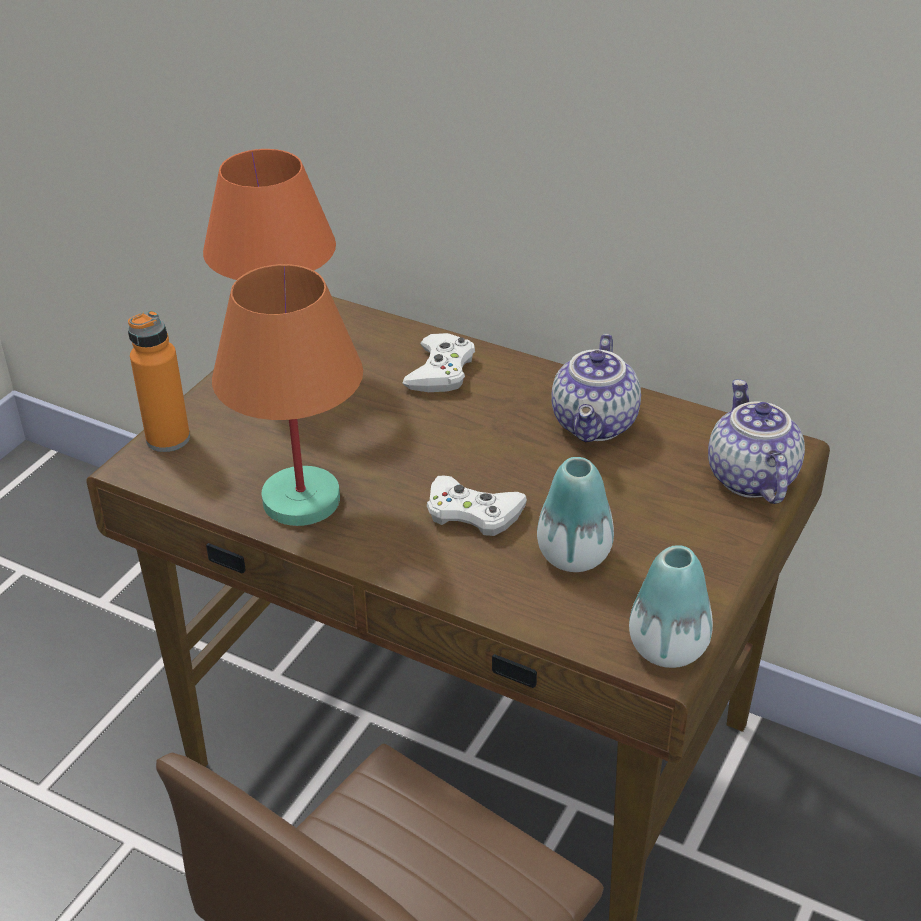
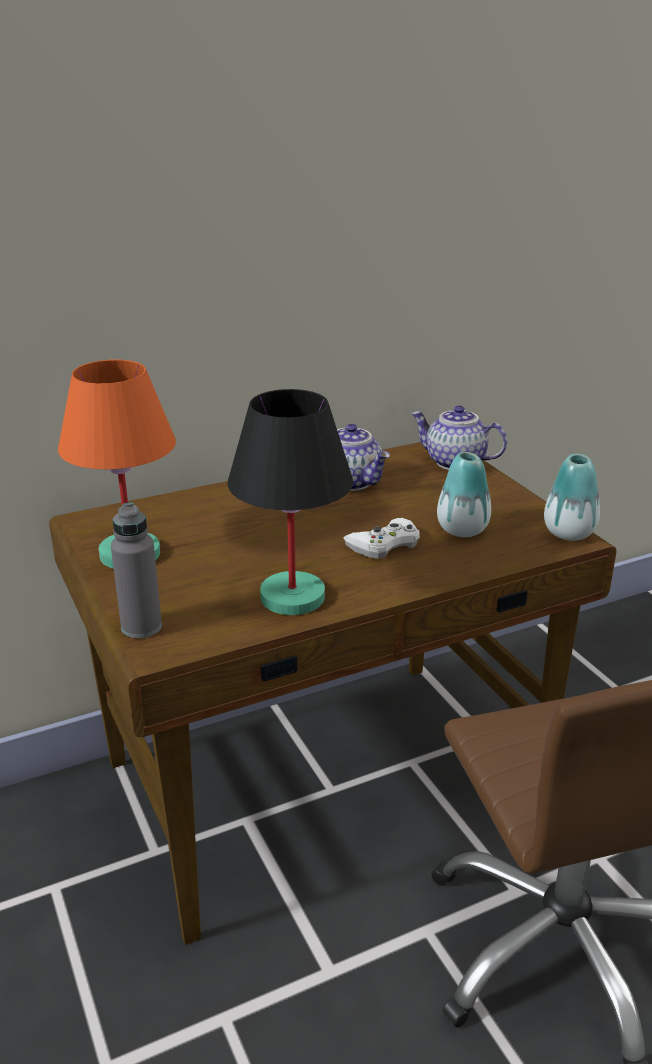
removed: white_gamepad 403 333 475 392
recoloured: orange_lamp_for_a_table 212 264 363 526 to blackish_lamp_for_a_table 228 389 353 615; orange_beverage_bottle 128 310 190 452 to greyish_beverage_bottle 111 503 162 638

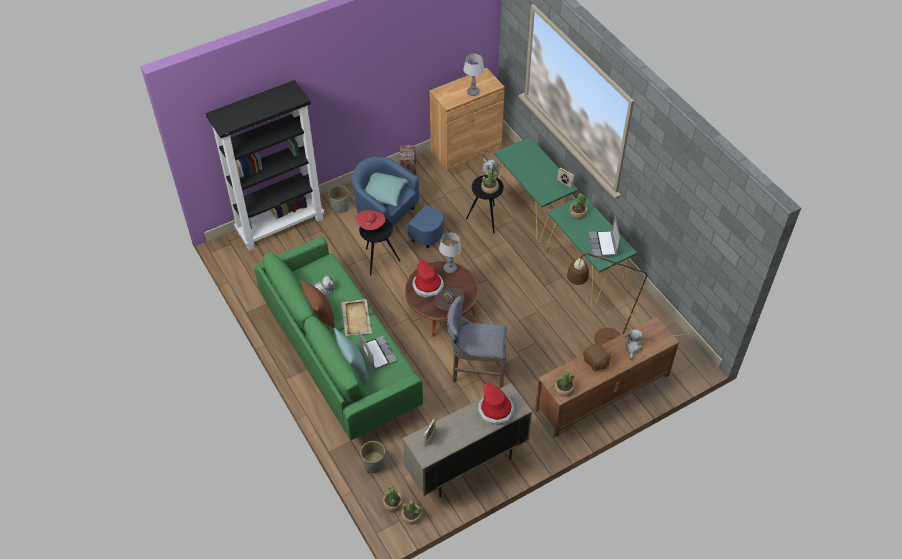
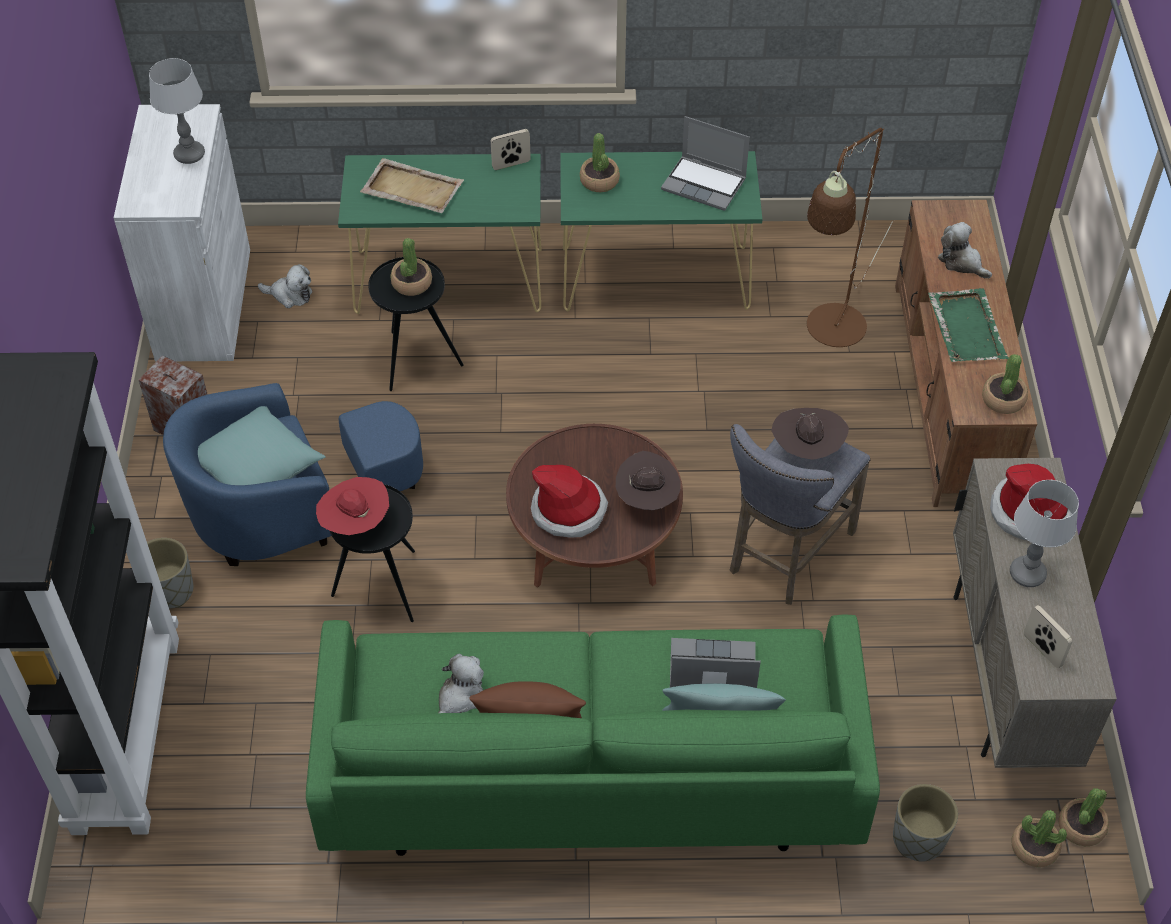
added: brown-coloured_hat 772 408 849 460
moved: lamp_for_a_table 439 233 462 274 to 1010 480 1079 587; beige_carrying_tray 341 299 372 336 to 360 158 464 213
replaced: brown-coloured_plush_toy 583 343 611 371 to green-coloured_carrying_tray 928 288 1009 362
recoloured: brown-coloured_cupboard 430 68 505 170 to white_cupboard 114 104 250 362

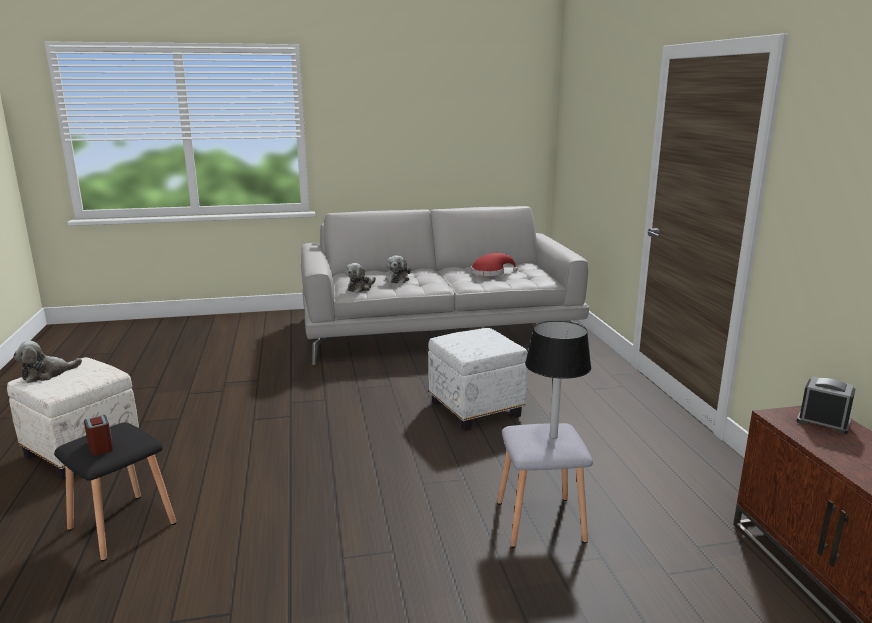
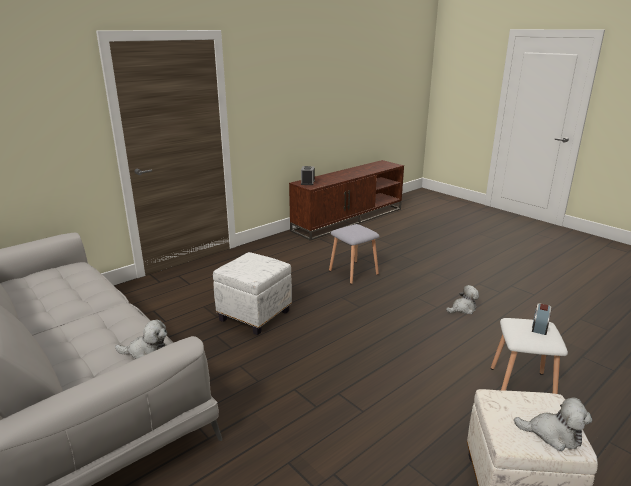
removed: reddish_hat 471 253 518 276; blackish_lamp_for_a_table 525 321 591 439
moved: plush_toy 385 255 411 283 to 446 285 479 314
recoloured: blackish_stool 54 422 176 561 to white_stool 491 318 568 394

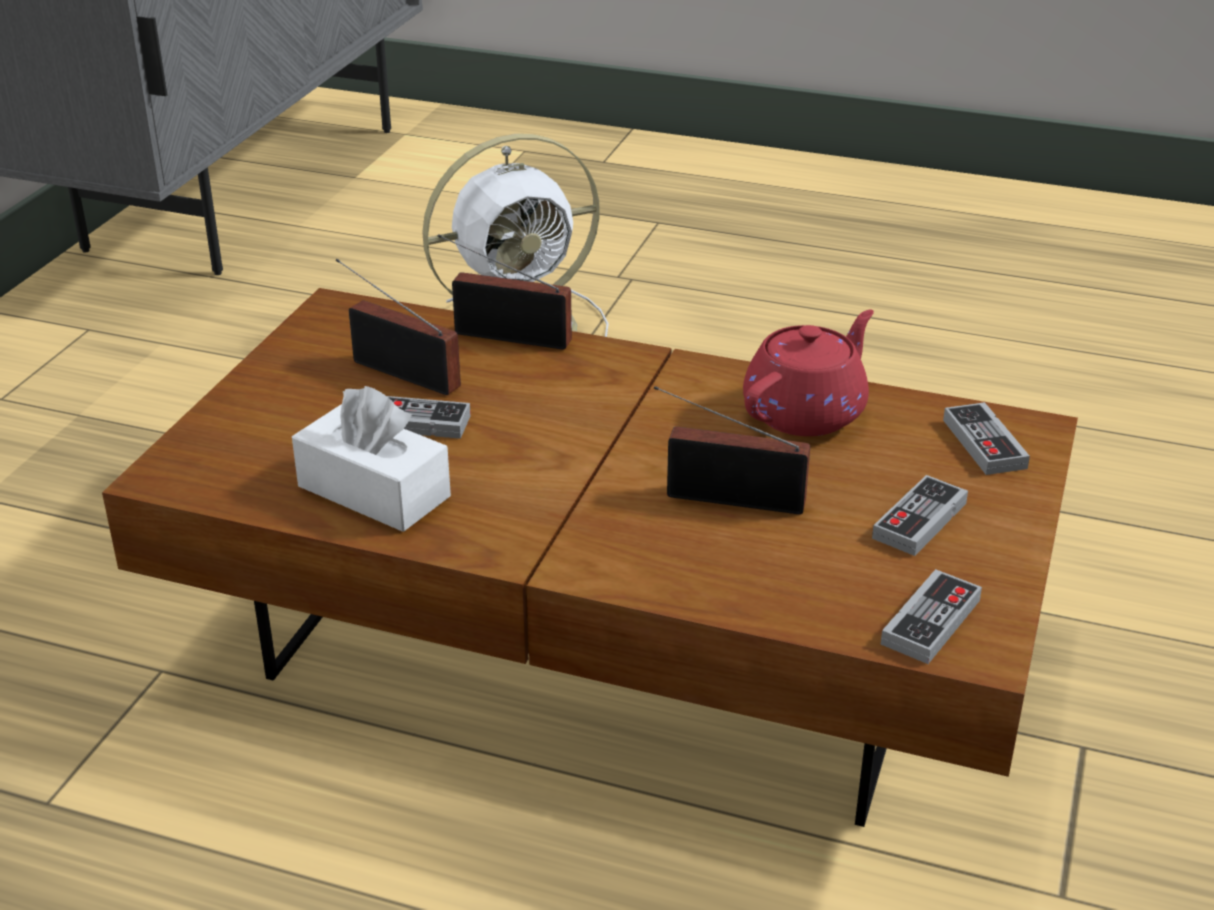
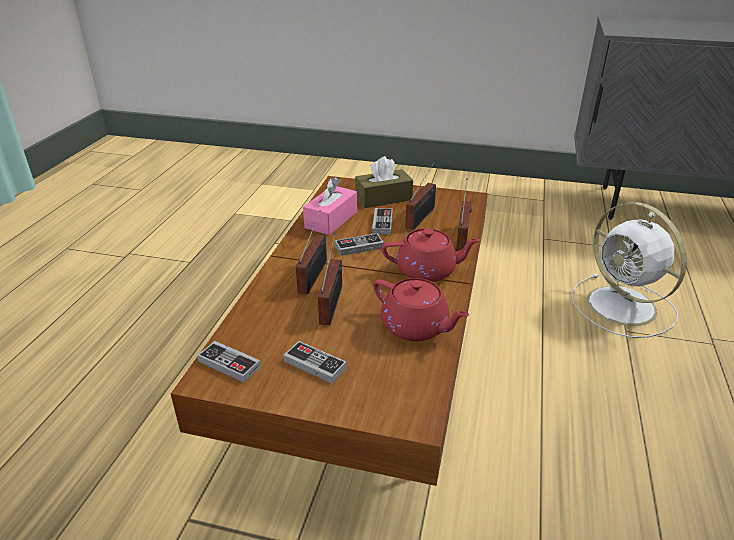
added: brown-coloured_box_of_tissues 355 156 413 208; radio 296 210 327 295; reddish_teapot 382 228 481 282
moved: gamepad 943 402 1030 475 to 335 233 384 256
recoloured: white_box_of_tissues 292 386 451 532 to pink-coloured_box_of_tissues 303 177 357 235

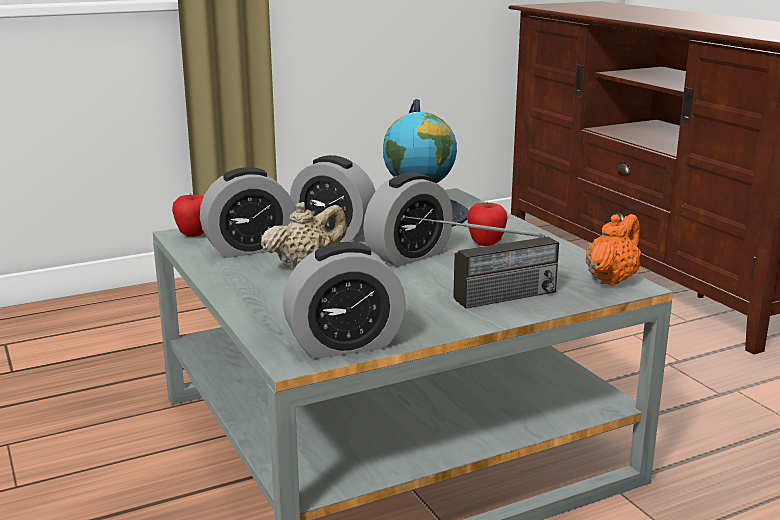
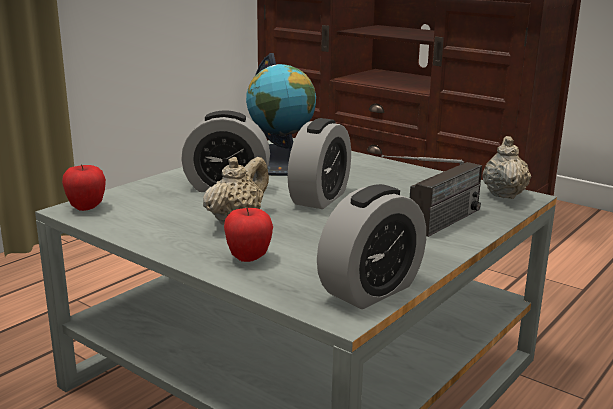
removed: table_clock 200 167 295 258
moved: apple 467 202 508 246 to 224 208 273 262
recoloured: orange_teapot 586 214 641 286 to beige_teapot 482 136 531 199

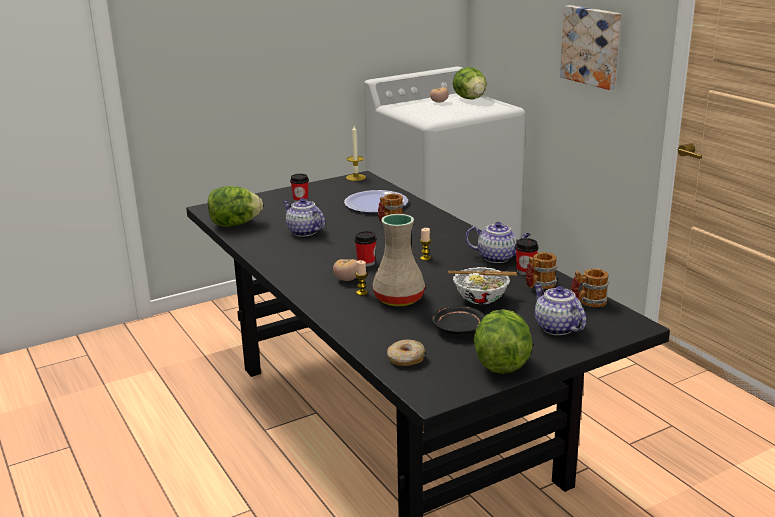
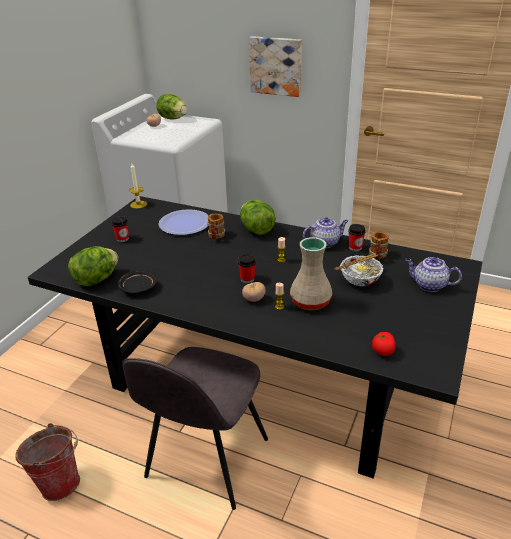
removed: teapot 283 198 325 237; tea_mug 571 268 609 307
added: greyish_upright_chair 122 347 268 510; water_bucket 15 423 80 501
moved: blackish_flat_dish 432 306 485 334 to 118 270 157 294; lettuce_head 473 309 533 374 to 240 200 276 235
replaced: doughnut 387 340 425 366 to whole_tomato 372 332 396 356

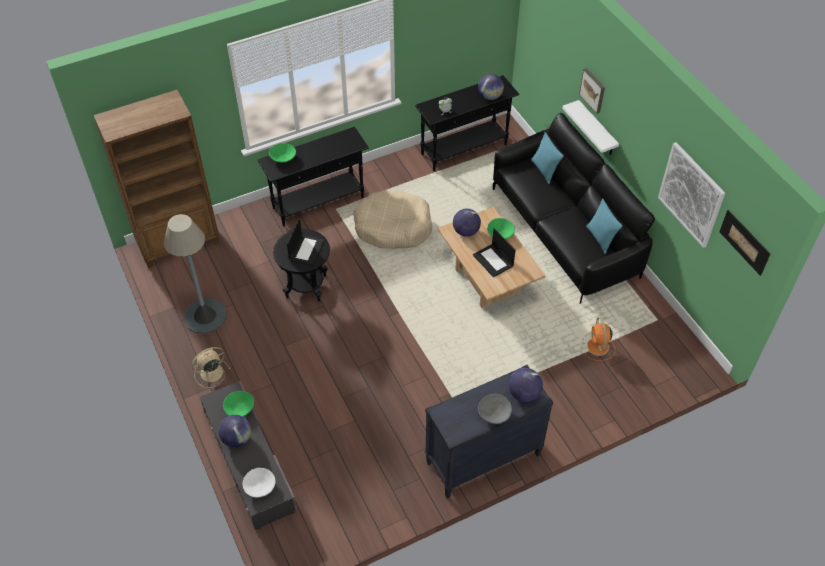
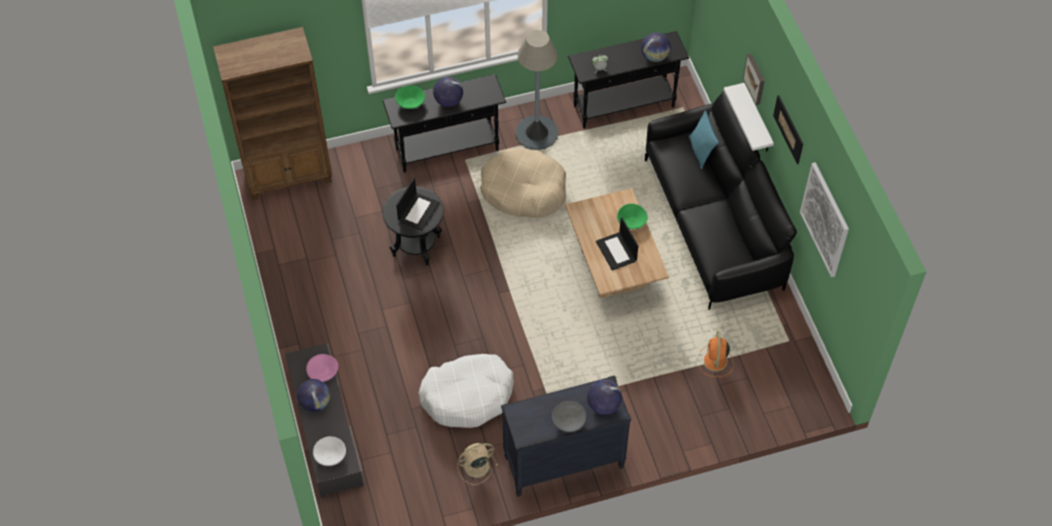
removed: blue-green_throw_pillow 586 199 623 254
added: white_dog_cushion 418 354 514 428
moved: world_globe 453 208 481 237 to 433 77 463 107; wall_art 719 210 770 276 to 773 95 803 164; greyish_floor_lamp 164 214 226 334 to 516 30 558 150; beige_fan 192 347 231 388 to 457 443 498 485
recoloured: green-coloured_serving_bowl 223 391 254 416 to pink-coloured_serving_bowl 306 354 338 382

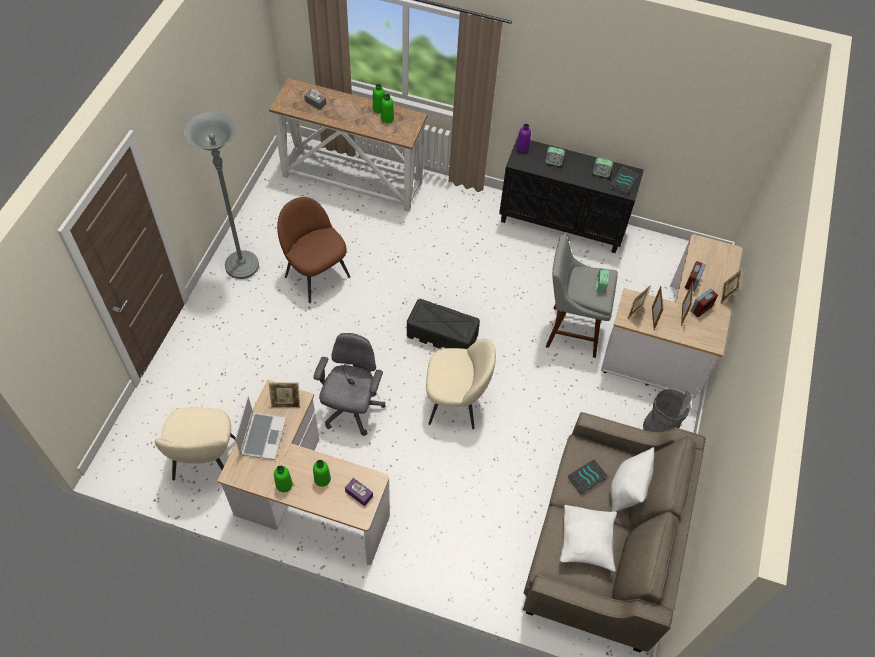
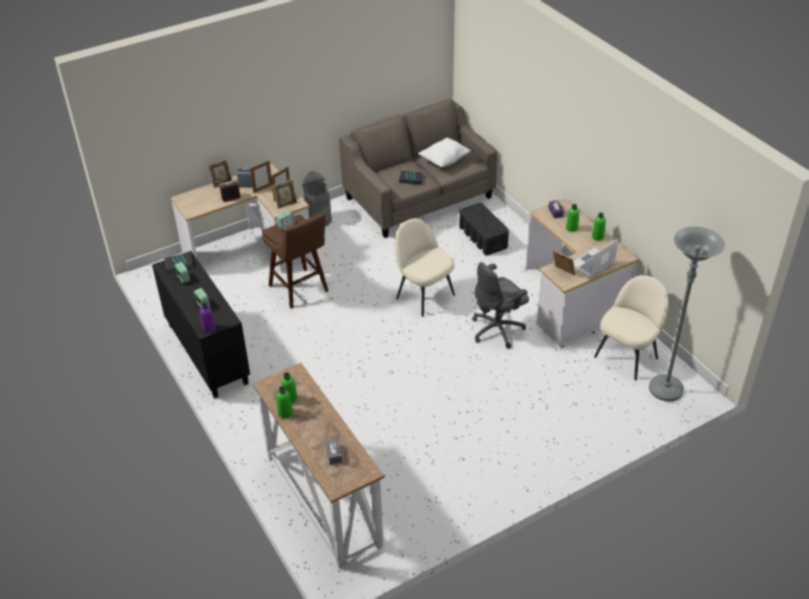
removed: brown-coloured_upright_chair 277 197 350 303; white_throw_pillow 611 447 654 512
moved: greyish_floor_lamp 184 112 259 279 to 649 227 725 401; blackish_storage_box 407 299 480 349 to 459 203 509 256
recoloured: greyish_stool 546 235 618 358 to brown-coloured_stool 262 213 328 309

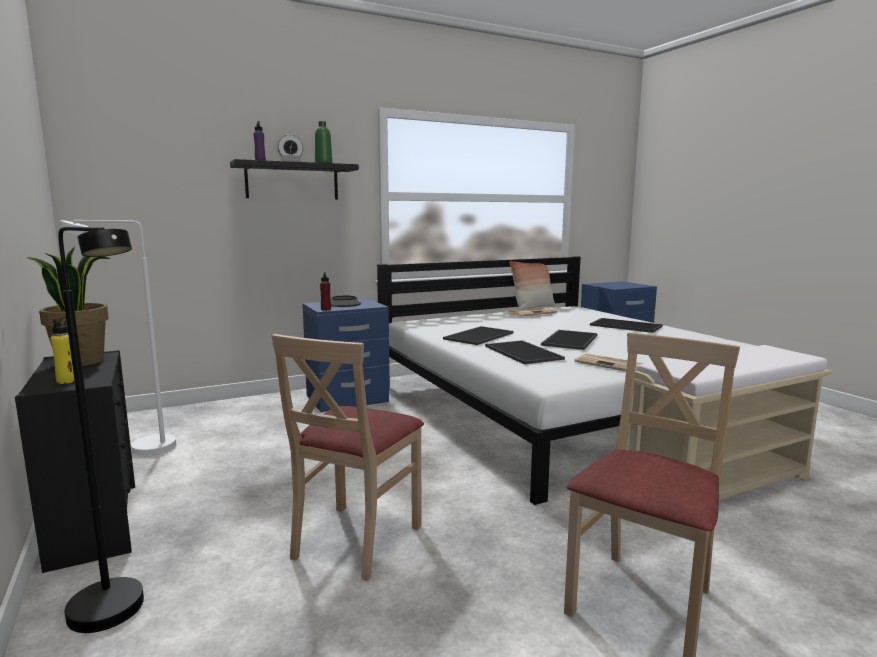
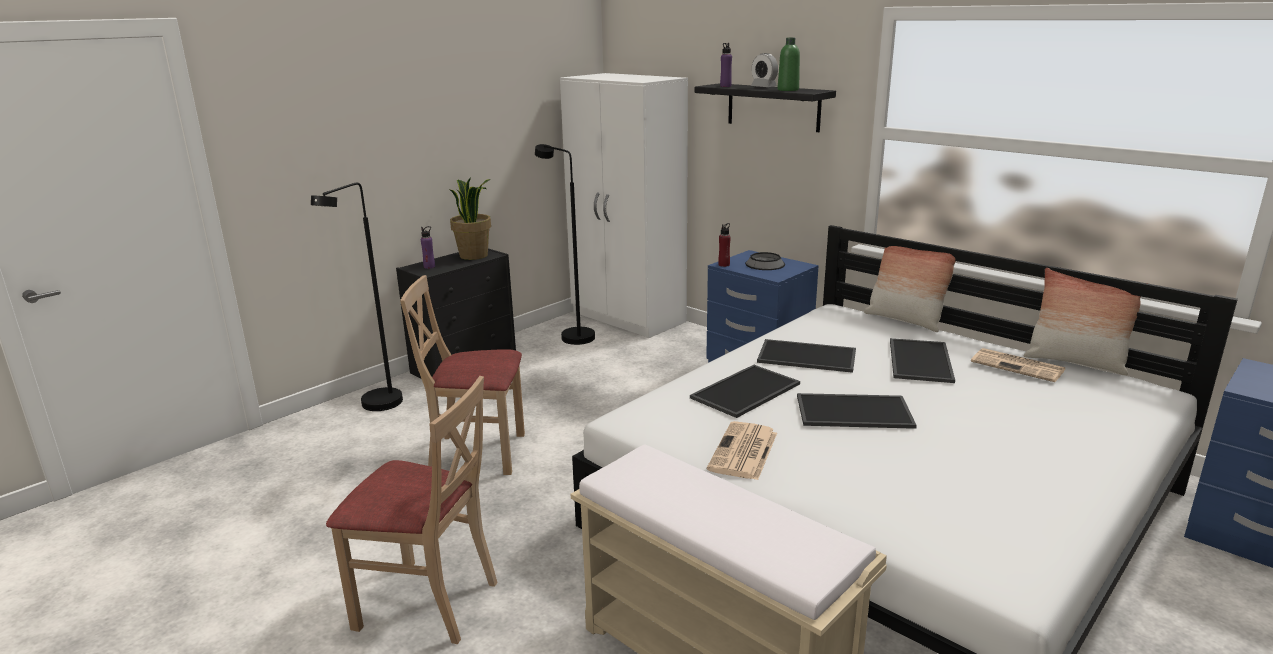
added: white_clothes_cupboard 560 73 688 338; throw_pillow 864 246 956 332
moved: carrying_tray 590 318 663 333 to 890 338 955 383
recoloured: white_floor_lamp 59 220 176 457 to blackish_floor_lamp 535 144 595 345; yellowish_beverage_bottle 51 317 75 384 to purple-coloured_beverage_bottle 421 226 435 269

